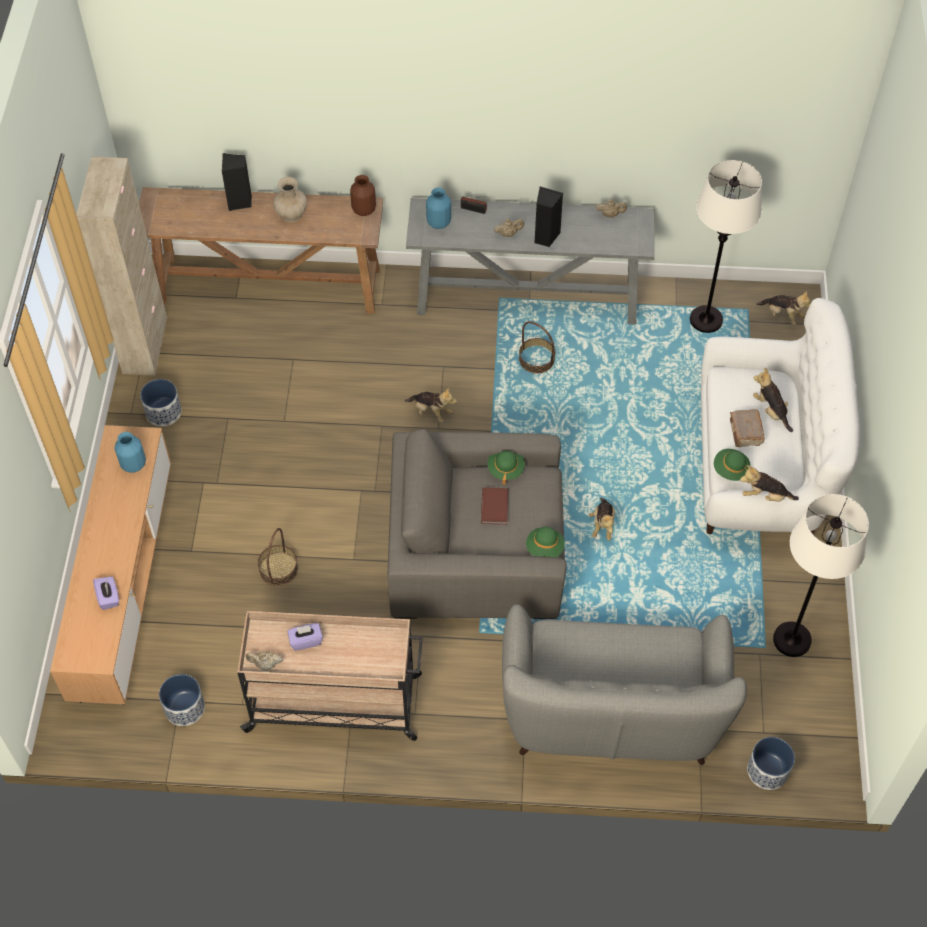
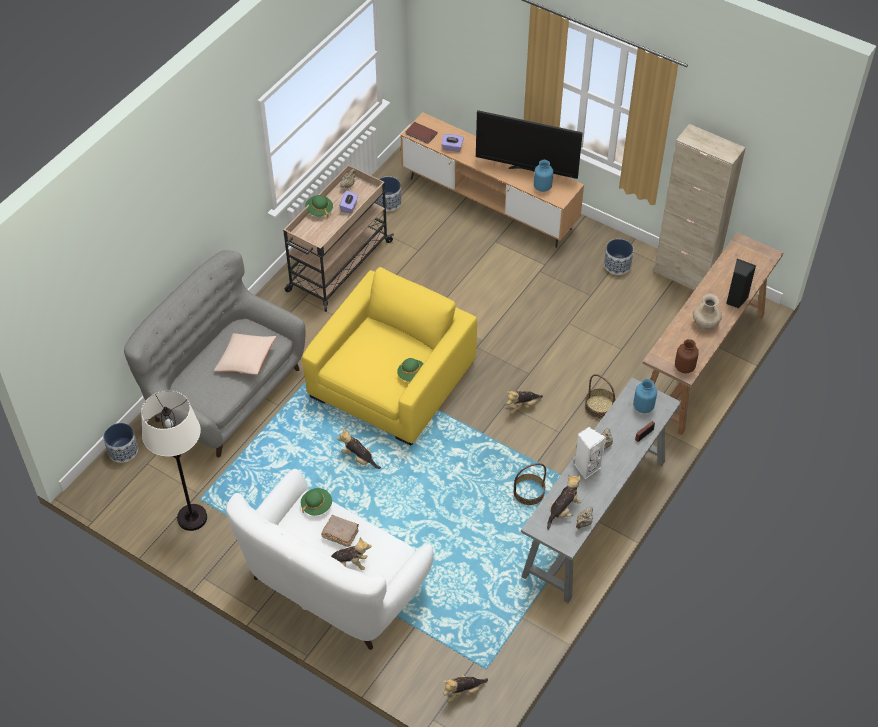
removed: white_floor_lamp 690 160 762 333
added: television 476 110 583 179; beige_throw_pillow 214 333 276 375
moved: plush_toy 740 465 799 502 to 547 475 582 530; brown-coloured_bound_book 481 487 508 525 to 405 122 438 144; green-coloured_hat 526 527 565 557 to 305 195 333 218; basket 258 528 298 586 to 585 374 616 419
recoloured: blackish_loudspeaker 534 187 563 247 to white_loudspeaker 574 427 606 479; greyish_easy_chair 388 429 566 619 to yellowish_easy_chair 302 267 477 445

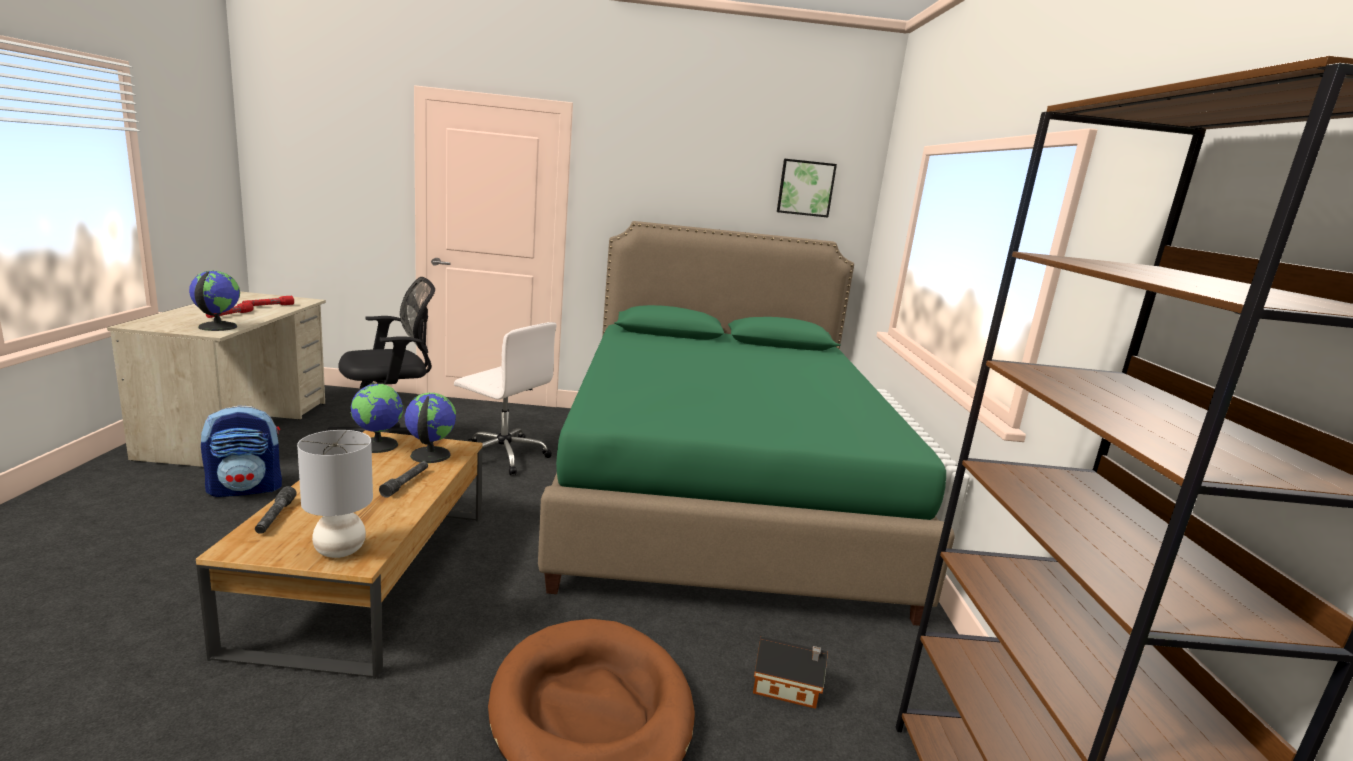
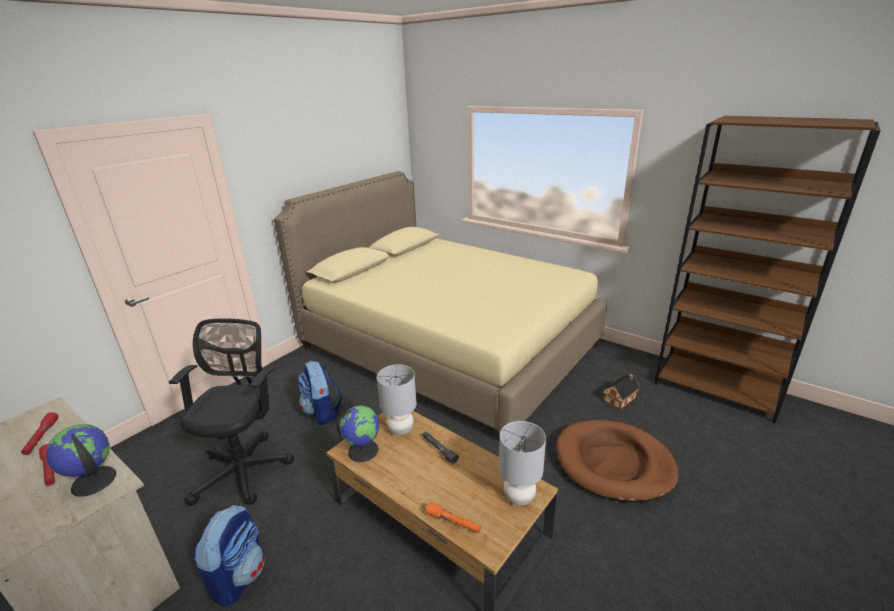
removed: wall_art 777 159 837 218
replaced: white_office_chair 454 322 557 475 to knapsack 298 361 342 425; world_globe 405 393 456 463 to greyish_lamp_for_a_table 377 365 417 435
recoloured: green-coloured_bedroom_bed 538 221 955 626 to beige_bedroom_bed 274 171 607 433; greyish_flashlight 255 486 297 534 to orange_flashlight 426 502 481 533

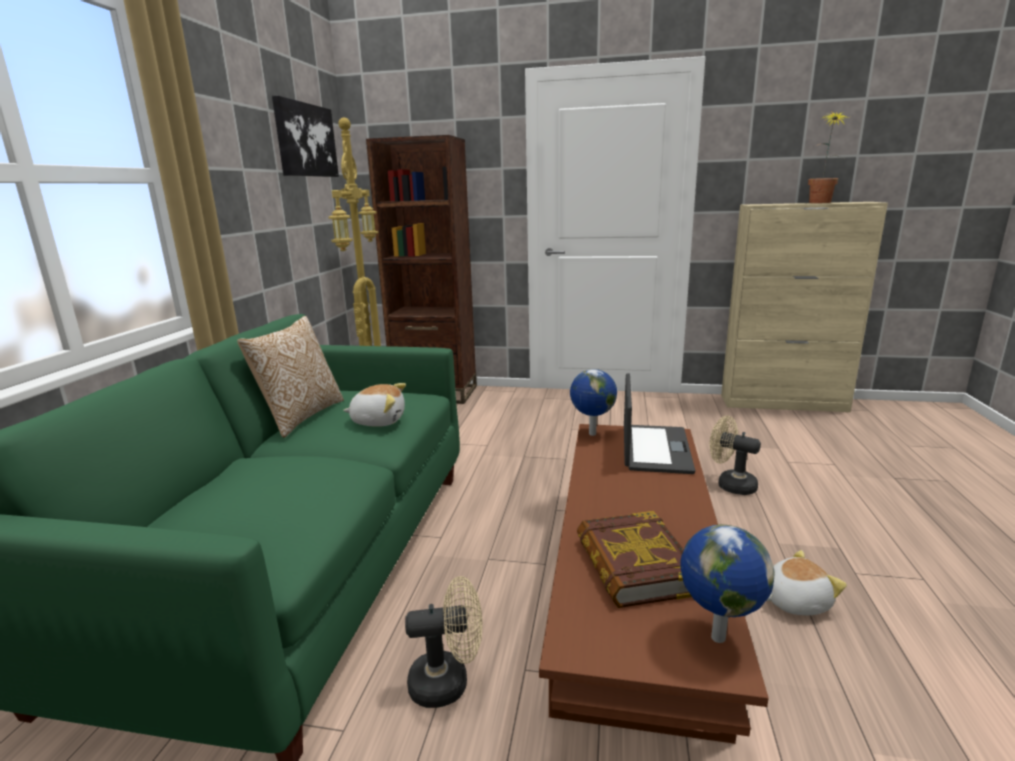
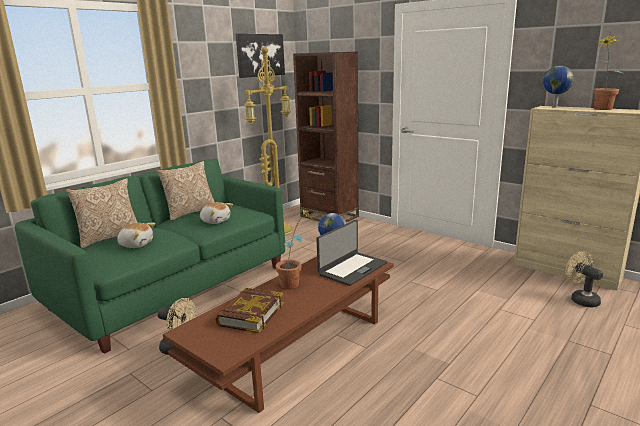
added: throw_pillow 66 178 138 248; houseplant 276 209 315 289
moved: beige_fan 709 416 761 495 to 565 251 603 307; world_globe 680 524 775 643 to 543 66 574 108; plush_toy 766 550 847 615 to 117 223 155 248

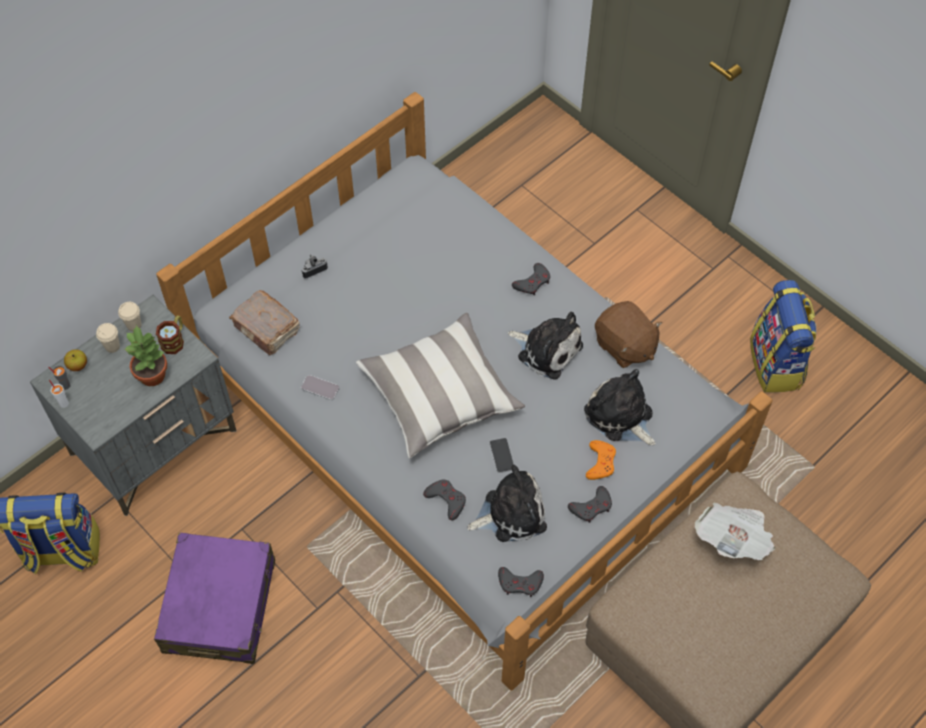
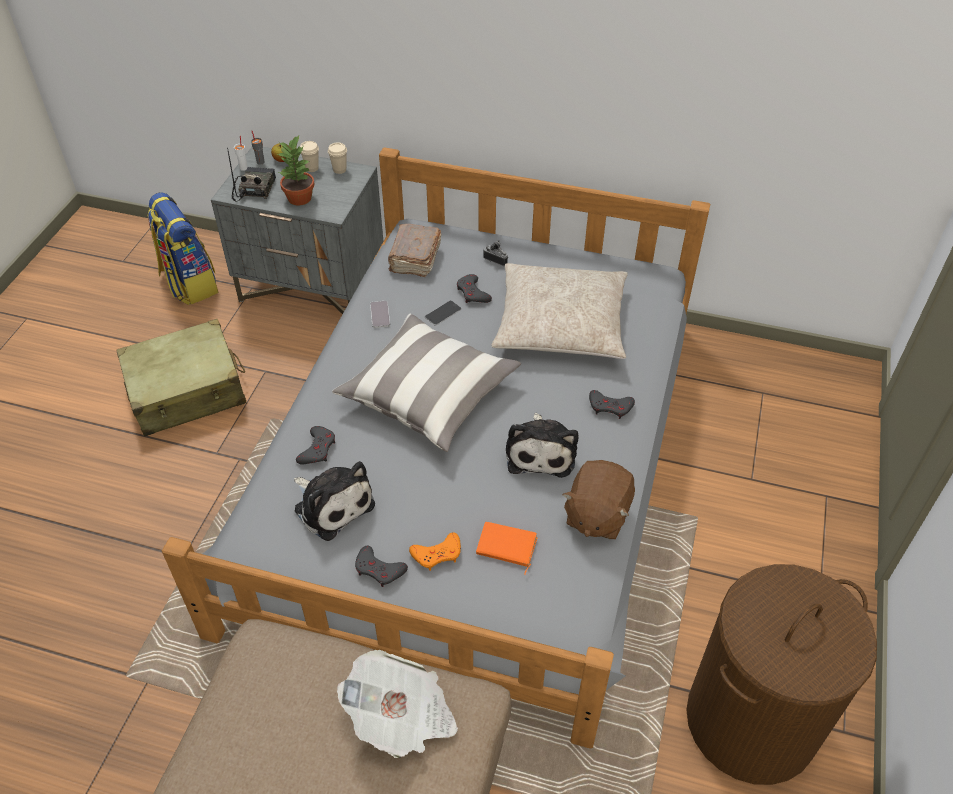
removed: tea_mug 156 315 184 354
added: radio 227 148 276 202; beige_throw_pillow 491 263 628 359
moved: phone 489 438 514 473 to 425 300 462 326; greyish_gamepad 498 567 544 597 to 457 274 492 303
replaced: knapsack 750 280 816 393 to brown-coloured_hamper 686 564 877 785; plush_toy 584 369 656 445 to orange_bound_book 476 522 538 575
recoloured: purple-coloured_suitcase 154 533 275 664 to beige_suitcase 116 319 247 436

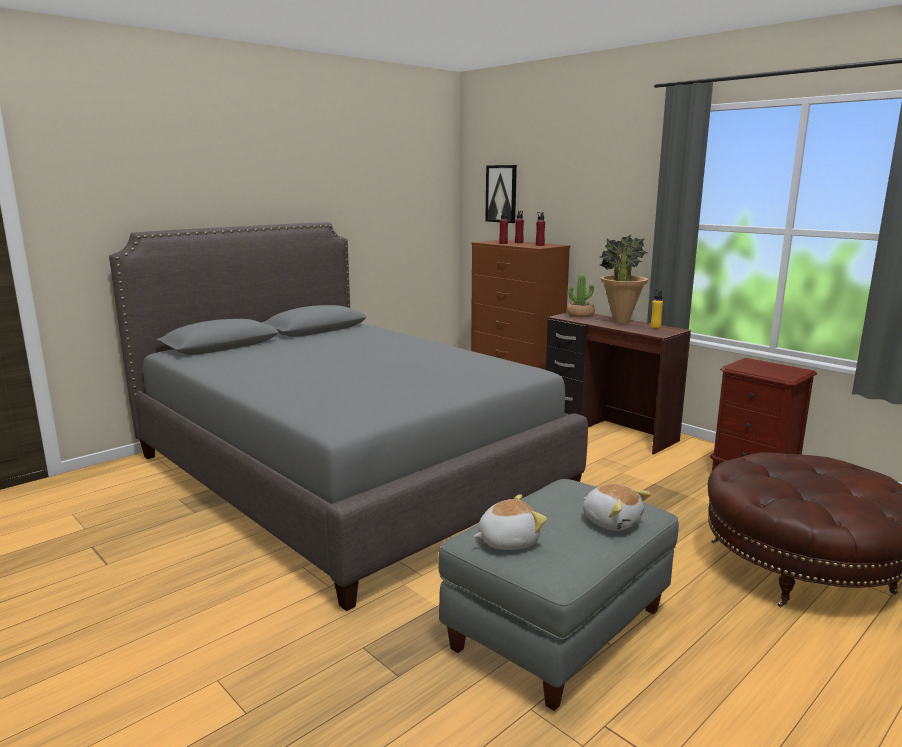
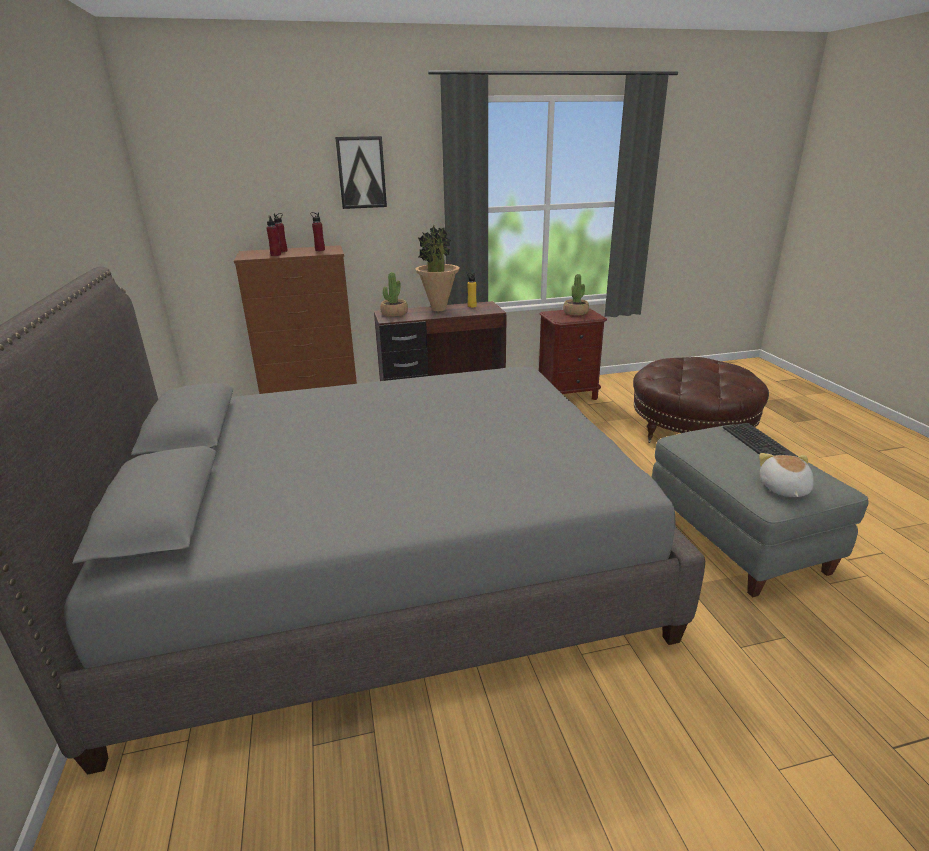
added: houseplant 563 274 589 315
moved: wall_art 485 165 517 223 to 335 136 387 209
replaced: plush_toy 583 484 651 531 to keyboard 723 423 798 457

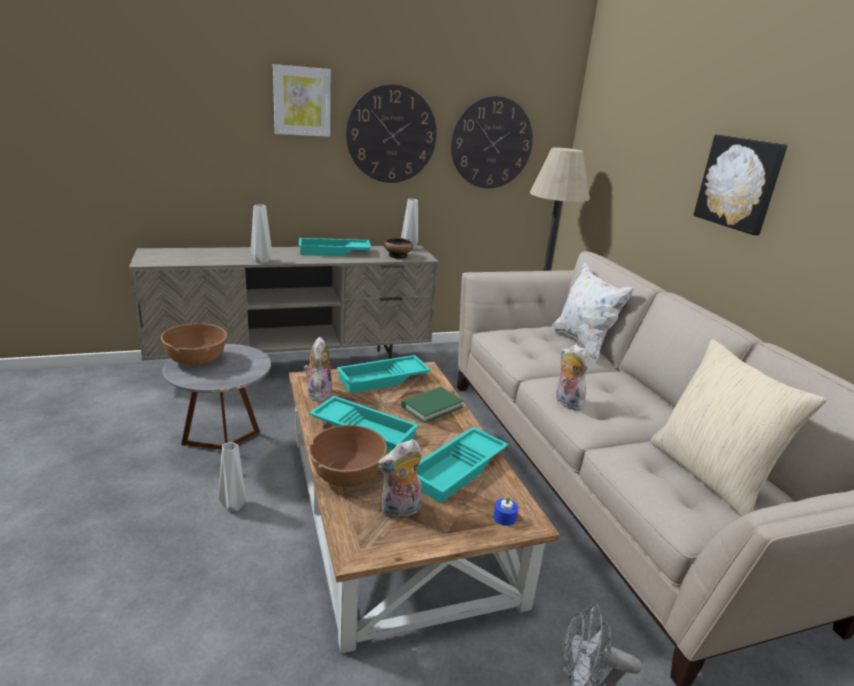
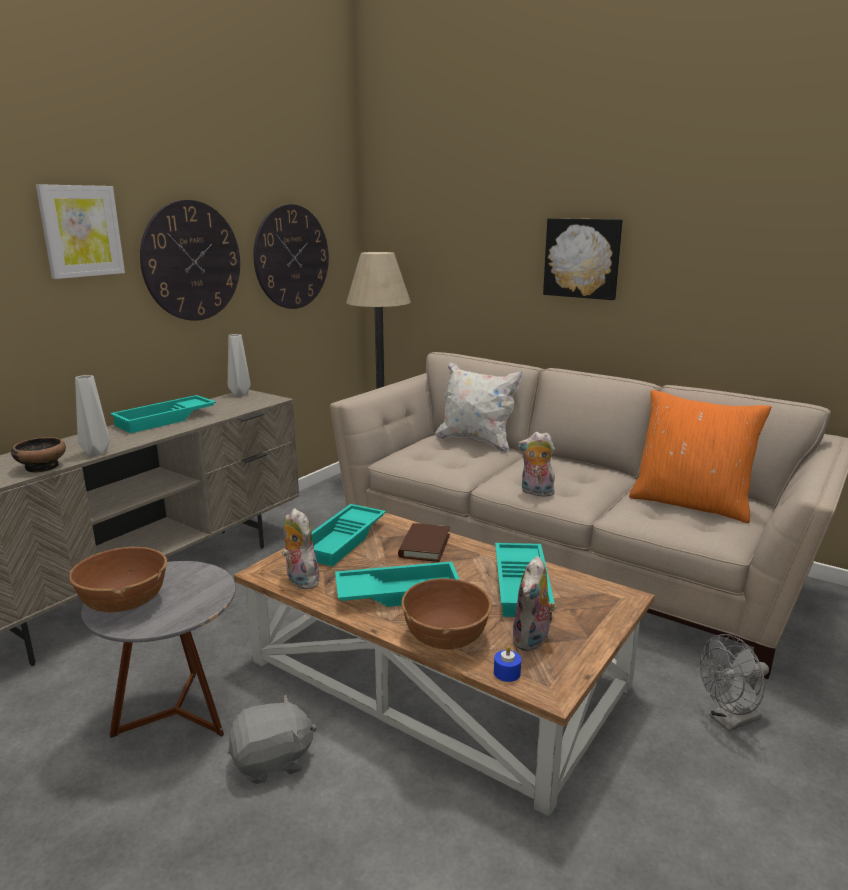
moved: serving_bowl 384 238 414 259 to 11 437 66 473; bluish_candle 493 496 518 526 to 494 646 521 682
replaced: greyish_flower_vase 219 442 246 511 to greyish_plush_toy 228 695 317 784
recoloured: beige_throw_pillow 650 339 827 517 to orange_throw_pillow 629 390 771 523; green-coloured_bound_book 401 387 464 423 to brown-coloured_bound_book 398 523 450 562

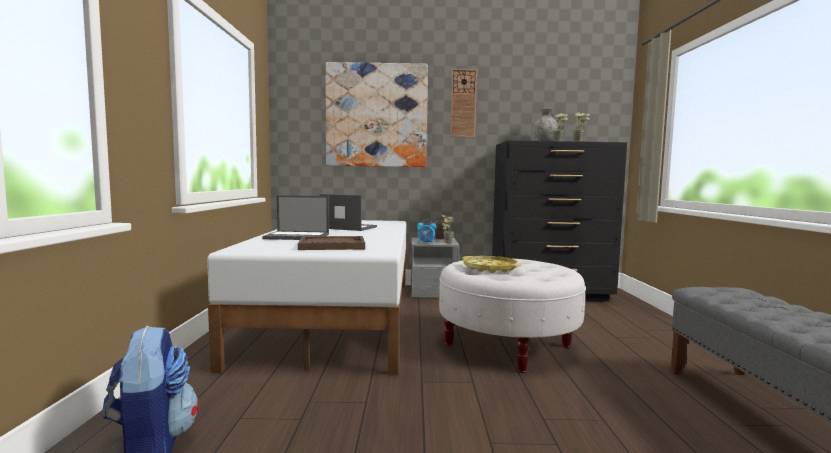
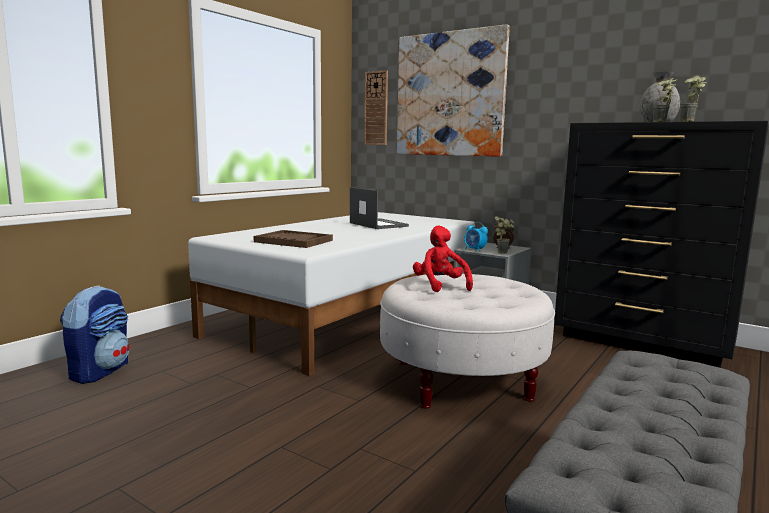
removed: notebook_computer 262 195 329 240
moved: clock_on_the_wall 450 69 477 137 to 364 70 388 145
replaced: yellowish_carrying_tray 462 256 521 273 to reddish_plush_toy 413 226 473 292

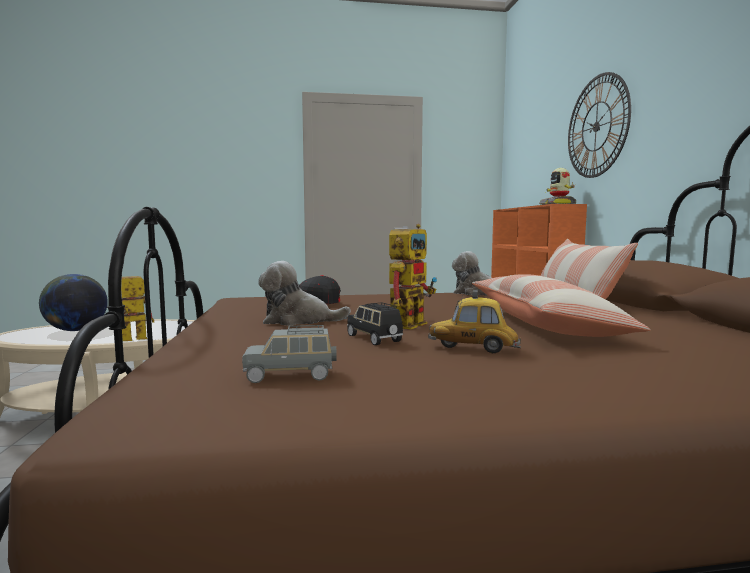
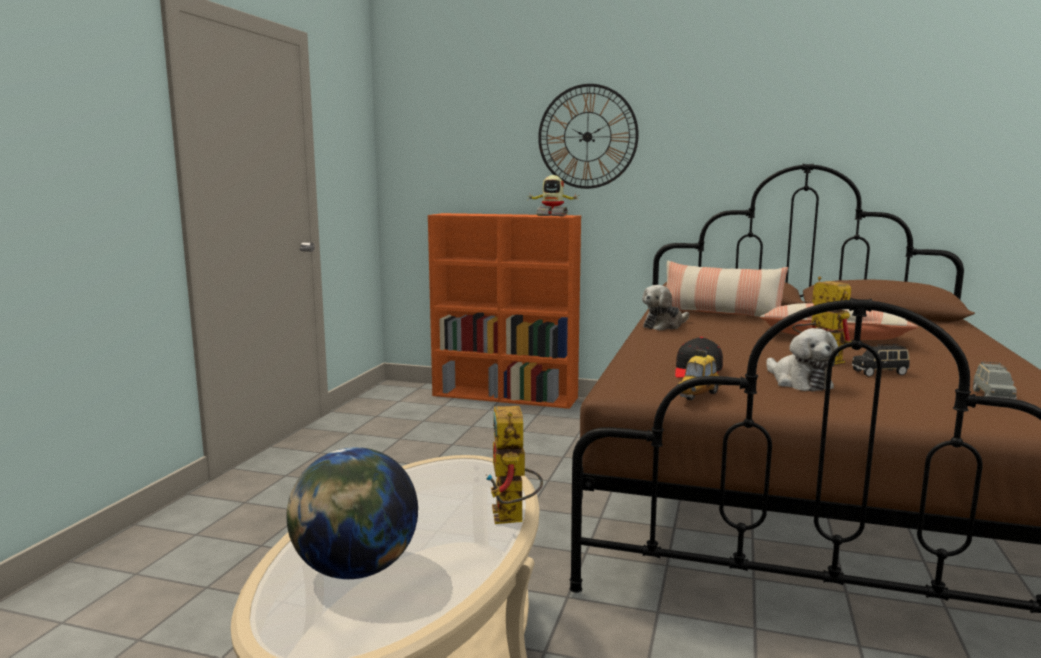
moved: model_car 428 289 521 353 to 677 350 721 400
turned: plush_toy 258 261 351 326 = 766 328 838 392 45 degrees counterclockwise

